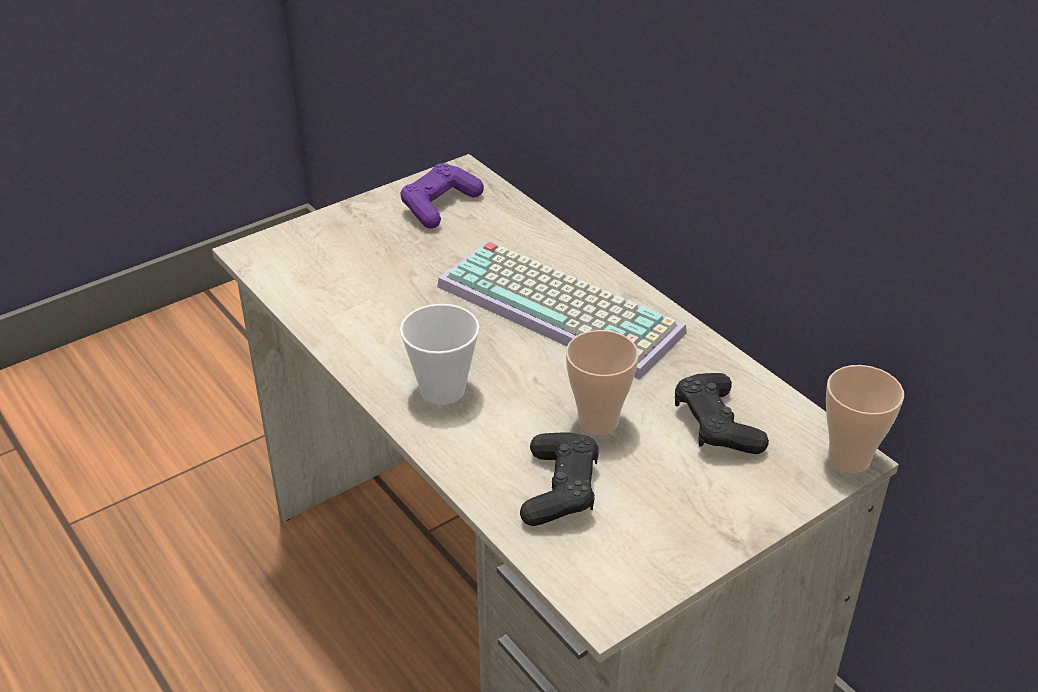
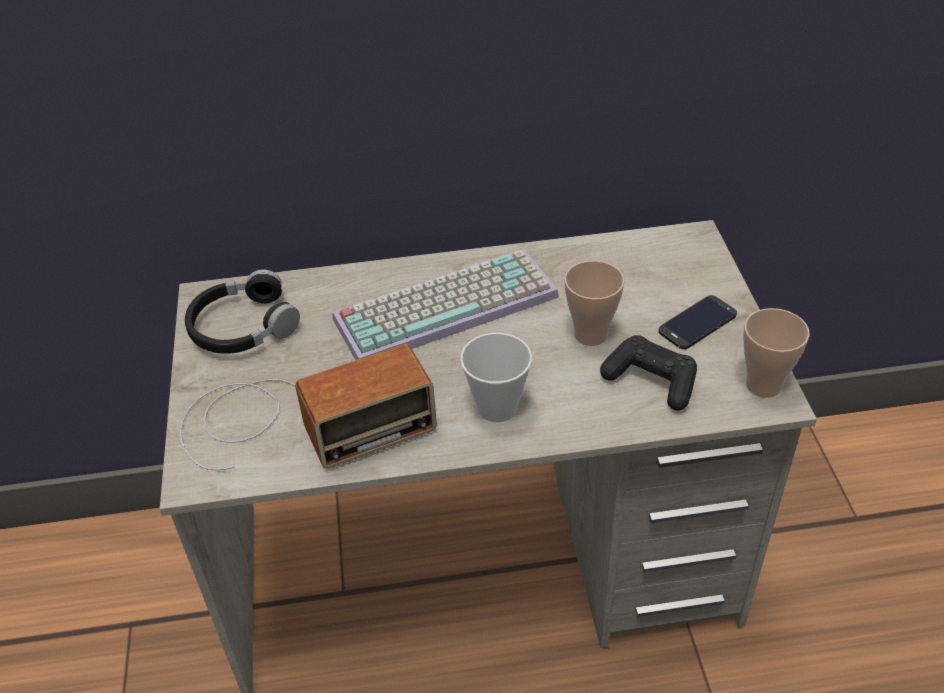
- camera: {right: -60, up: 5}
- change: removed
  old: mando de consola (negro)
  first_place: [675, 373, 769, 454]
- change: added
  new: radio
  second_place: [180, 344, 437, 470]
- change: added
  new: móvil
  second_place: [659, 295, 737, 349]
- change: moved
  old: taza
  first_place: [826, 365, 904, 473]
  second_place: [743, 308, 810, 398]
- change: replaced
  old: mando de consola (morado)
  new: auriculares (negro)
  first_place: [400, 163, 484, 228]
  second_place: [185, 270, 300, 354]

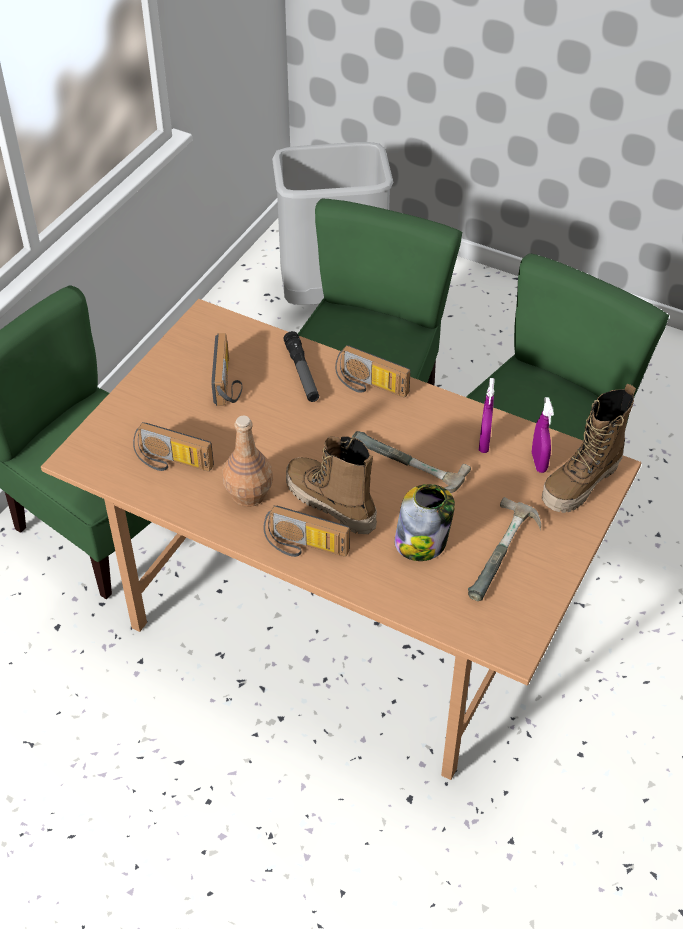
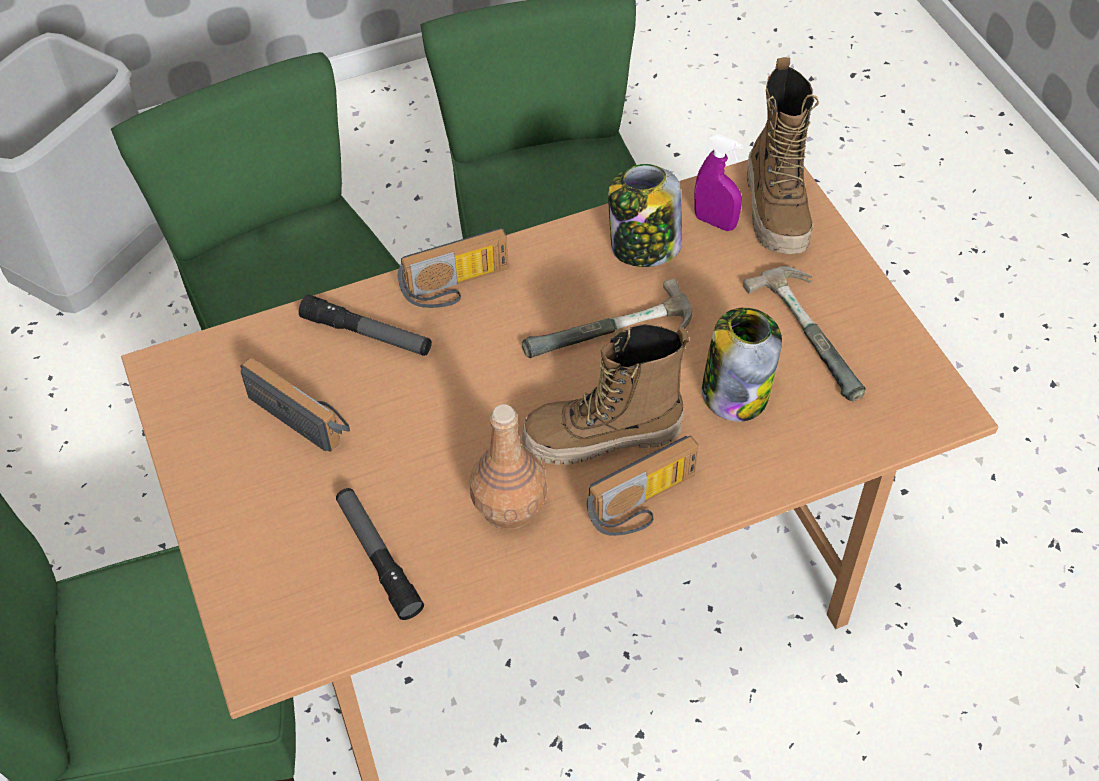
- camera: {right: -50, up: 5}
- change: replaced
  old: radio
  new: linterna
  first_place: [133, 422, 214, 471]
  second_place: [336, 488, 424, 620]
- change: replaced
  old: pulverizador (morado)
  new: tarro
  first_place: [479, 378, 495, 453]
  second_place: [608, 164, 682, 267]

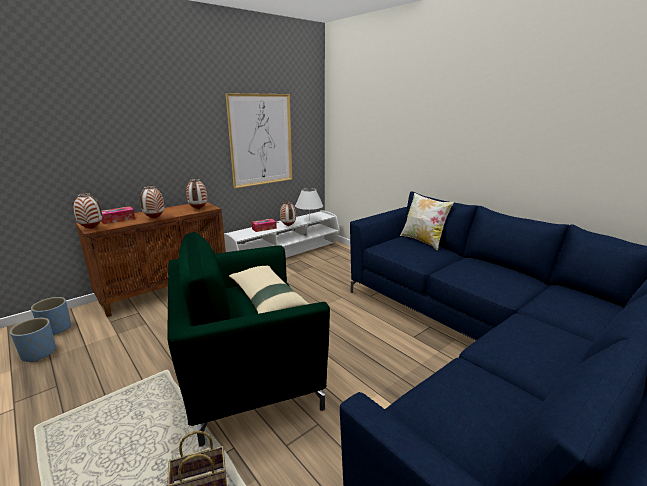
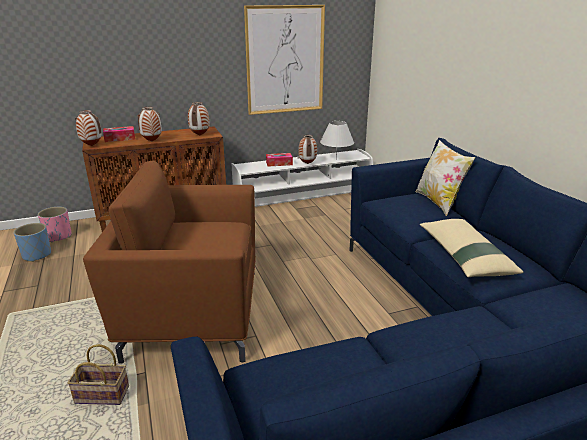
- camera: {right: 20, up: 5}
- change: moved
  old: cojín (beis)
  first_place: [229, 266, 309, 314]
  second_place: [420, 219, 523, 277]
- change: recoloured
  old: maceta (azul)
  new: maceta (rosa)
  first_place: [31, 297, 71, 335]
  second_place: [38, 207, 71, 242]
- change: recoloured
  old: sillón (verde)
  new: sillón (marrón)
  first_place: [167, 232, 330, 447]
  second_place: [83, 161, 256, 364]

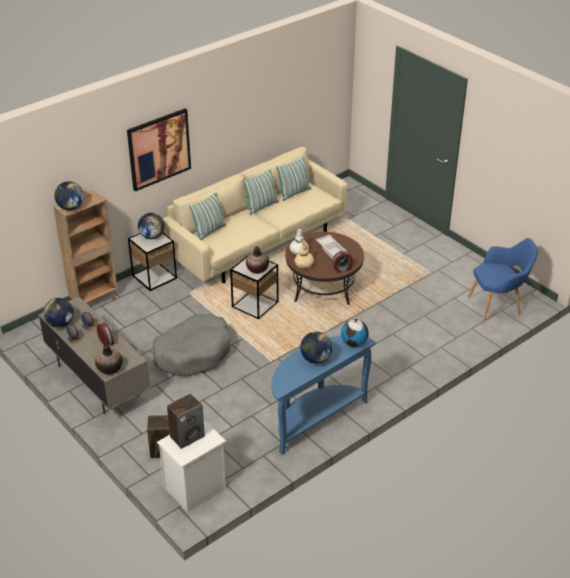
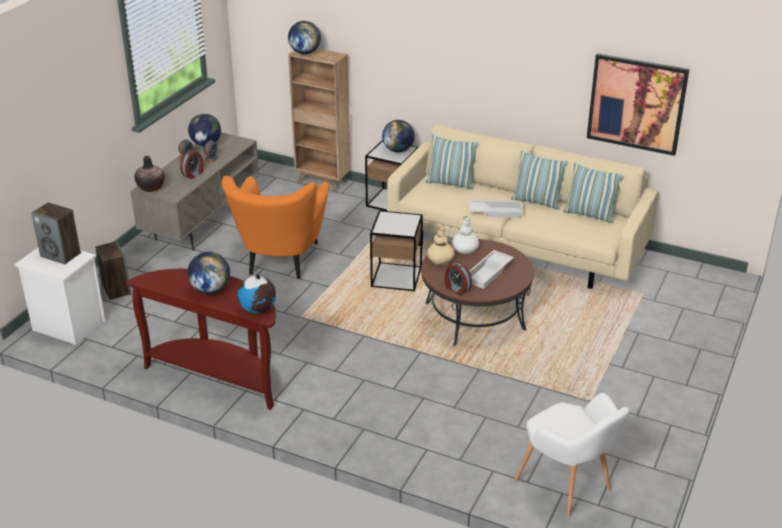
- camera: {right: 65, up: -5}
- change: removed
  old: florero
  first_place: [246, 246, 269, 274]
- change: added
  new: bandeja (blanco)
  second_place: [469, 200, 523, 218]
- change: moved
  old: cuadro
  first_place: [127, 108, 191, 192]
  second_place: [587, 53, 689, 156]
- change: replaced
  old: cama para perro (gris)
  new: sillón (naranja)
  first_place: [153, 314, 230, 376]
  second_place: [222, 176, 329, 279]
- change: recoloured
  old: mesa consola (azul)
  new: mesa consola (marrón)
  first_place: [271, 336, 376, 455]
  second_place: [126, 269, 276, 410]
- change: recoloured
  old: sillón (azul)
  new: sillón (blanco)
  first_place: [468, 238, 538, 323]
  second_place: [515, 393, 630, 516]

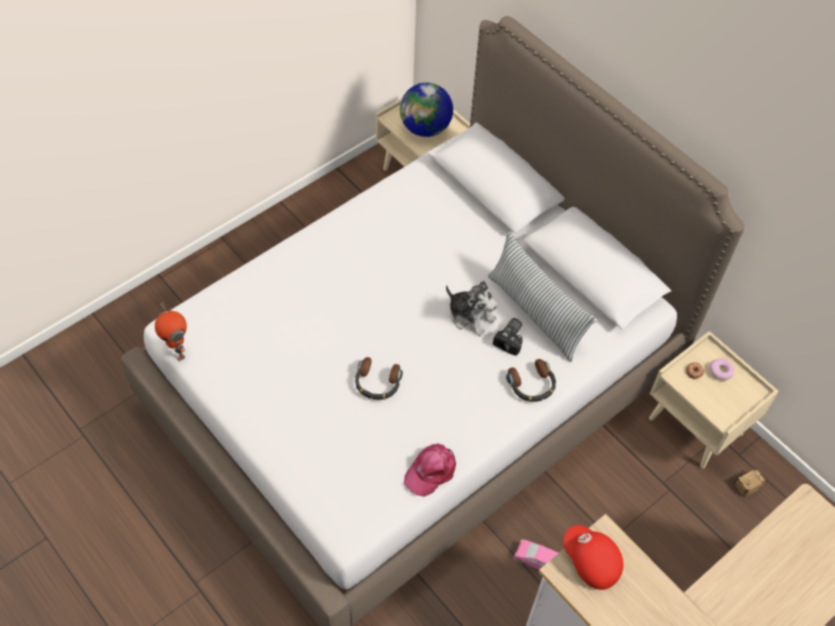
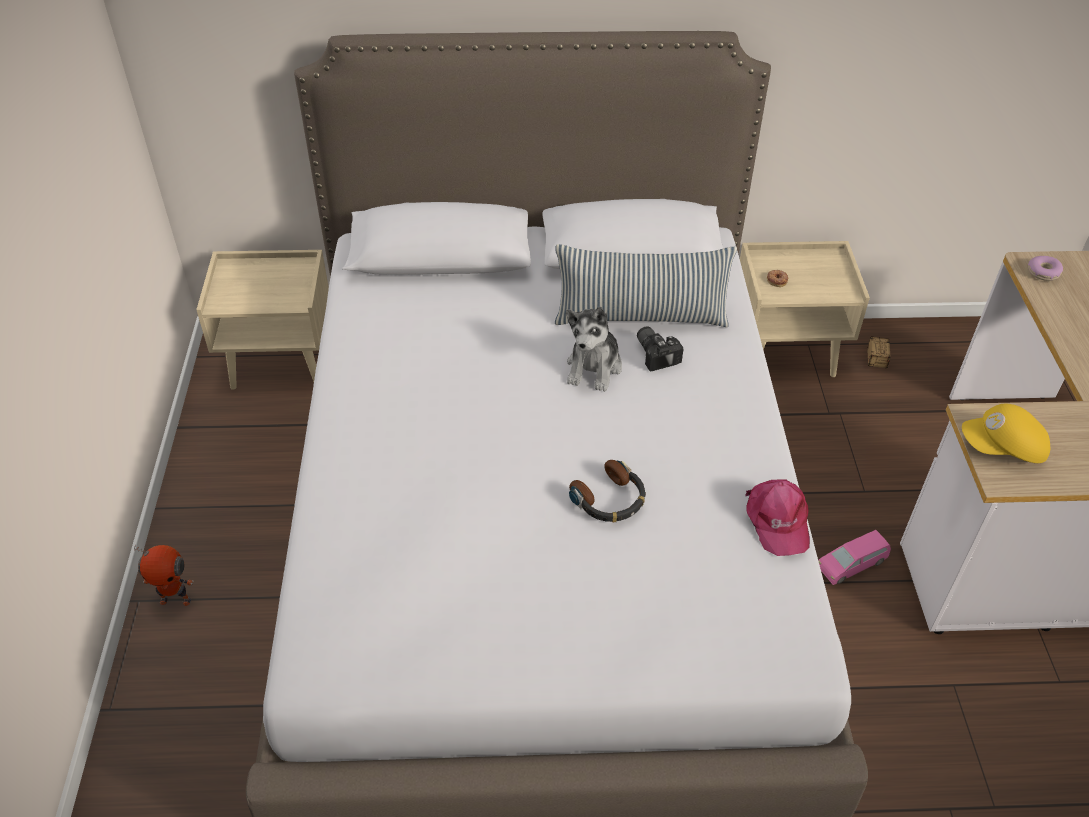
- camera: {right: -50, up: -10}
- change: removed
  old: globo terráqueo
  first_place: [400, 83, 453, 137]
- change: removed
  old: auriculares
  first_place: [506, 359, 556, 402]
- change: moved
  old: robot de juguete
  first_place: [155, 302, 187, 361]
  second_place: [134, 545, 194, 606]
- change: moved
  old: rosquilla
  first_place: [709, 359, 734, 381]
  second_place: [1028, 256, 1063, 281]
- change: recoloured
  old: gorra (rojo)
  new: gorra (amarillo)
  first_place: [563, 525, 623, 590]
  second_place: [962, 404, 1050, 463]
- change: turned
  old: peluche
  first_place: [446, 281, 497, 336]
  second_place: [566, 307, 622, 392]
  degrees: 120

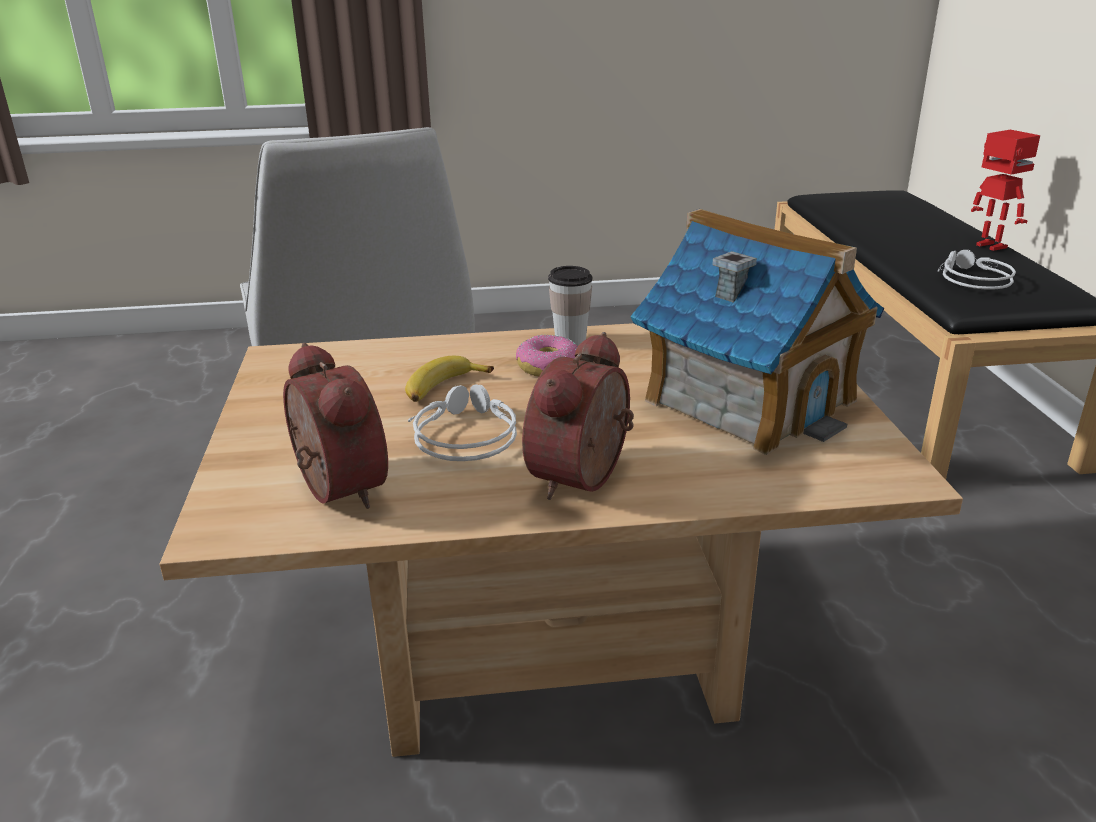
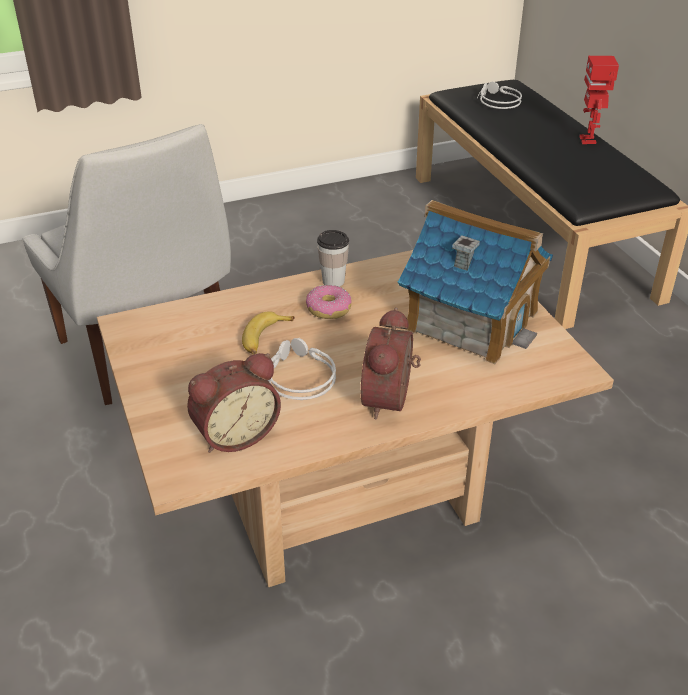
- camera: {right: -15, up: 10}
- change: moved
  old: auriculares (gris)
  first_place: [938, 250, 1016, 290]
  second_place: [477, 82, 522, 109]
- change: turned
  old: despertador
  first_place: [283, 343, 388, 509]
  second_place: [187, 353, 281, 453]
  degrees: 105
- change: turned
  old: robot de juguete
  first_place: [971, 130, 1041, 251]
  second_place: [579, 56, 619, 144]
  degrees: -135

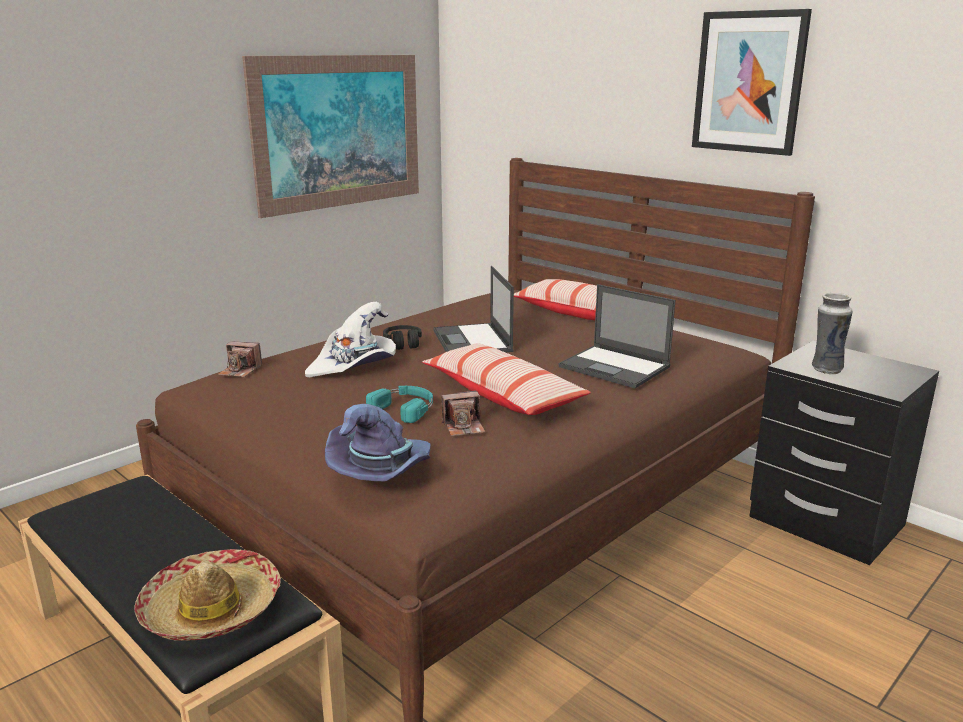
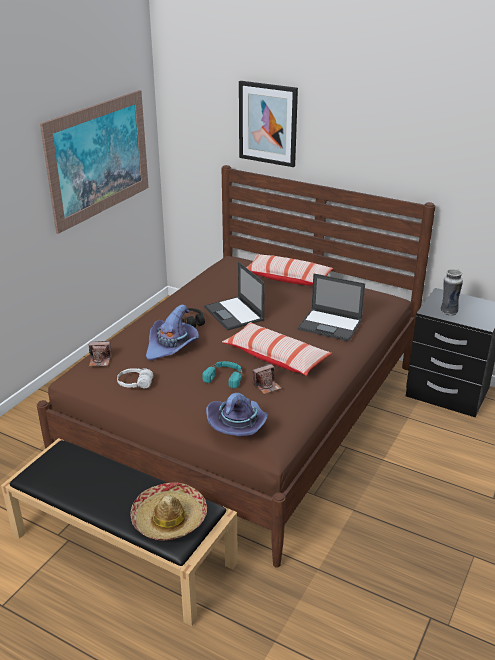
- camera: {right: -15, up: 10}
- change: added
  new: auriculares (blanco)
  second_place: [117, 368, 153, 388]
- change: moved
  old: cuadro
  first_place: [692, 9, 812, 156]
  second_place: [239, 81, 298, 167]
- change: recoloured
  old: sombrero (blanco)
  new: sombrero (morado)
  first_place: [305, 302, 396, 377]
  second_place: [146, 304, 199, 360]

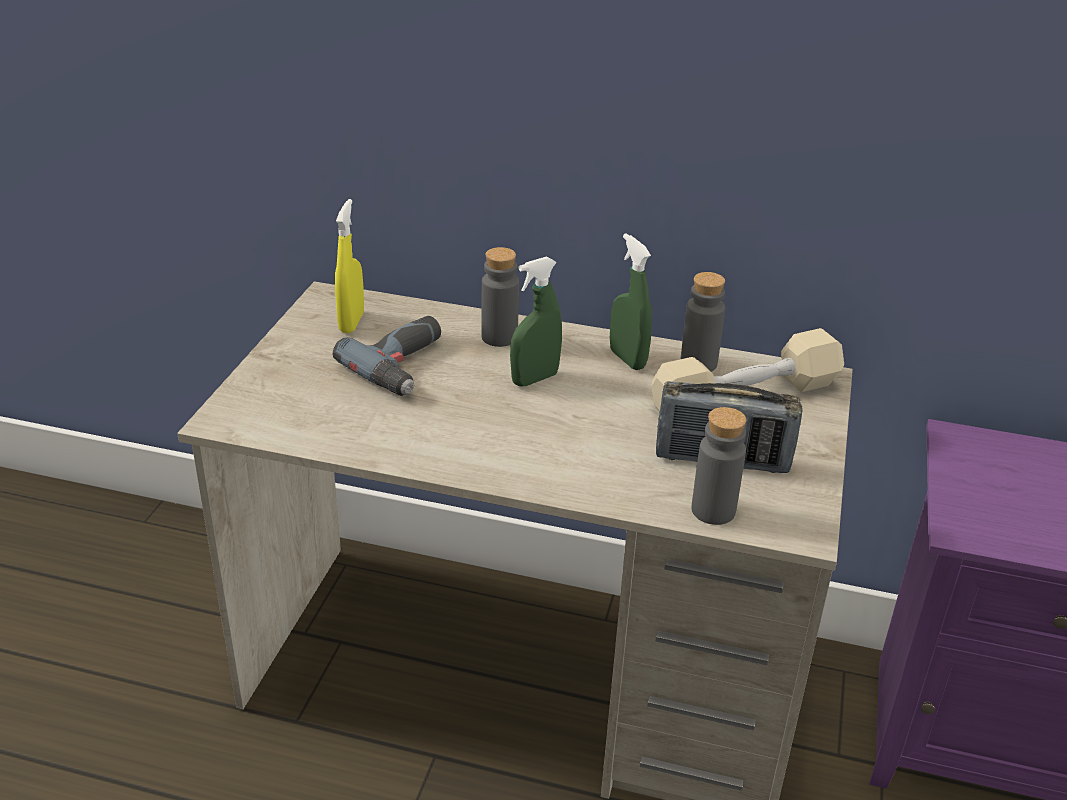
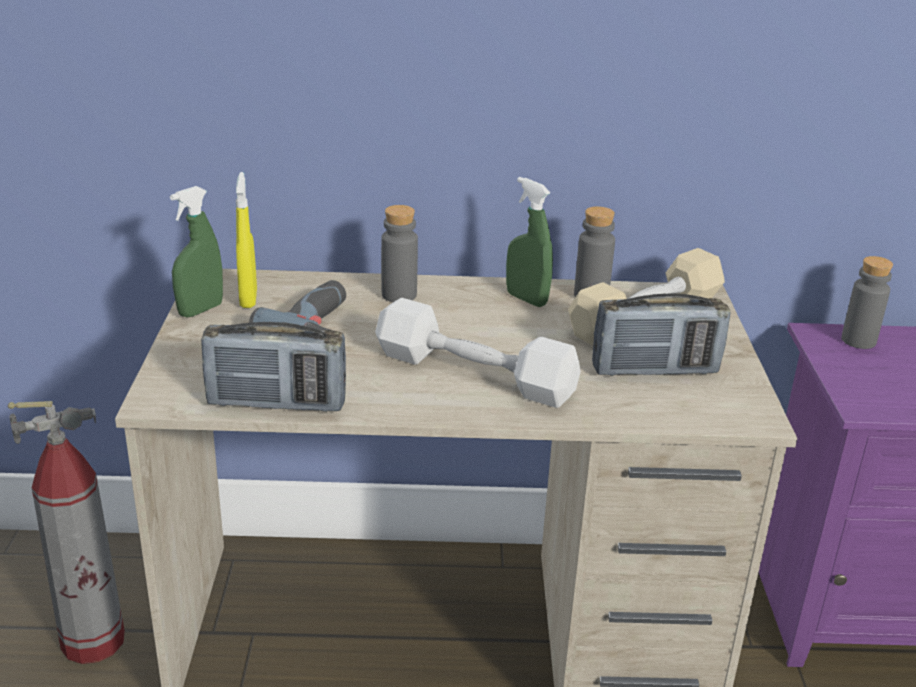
- camera: {right: -15, up: -5}
- change: added
  new: extintor
  second_place: [8, 401, 125, 664]
- change: added
  new: radio
  second_place: [201, 322, 346, 412]
- change: added
  new: mancuerna (blanco)
  second_place: [375, 298, 581, 408]
- change: moved
  old: pulverizador (verde)
  first_place: [510, 257, 562, 386]
  second_place: [170, 186, 223, 318]
- change: moved
  old: botella (gris)
  first_place: [691, 407, 746, 525]
  second_place: [841, 256, 893, 349]

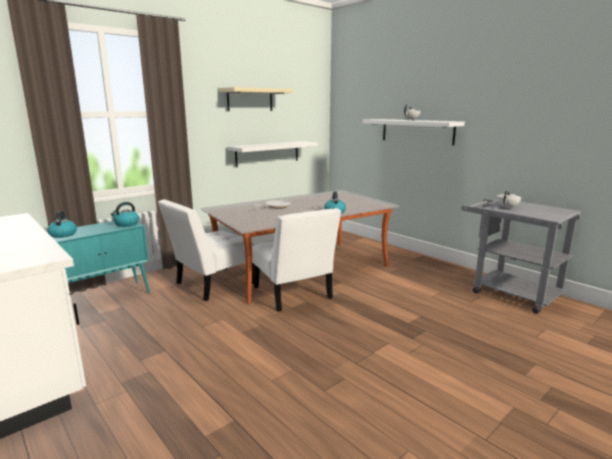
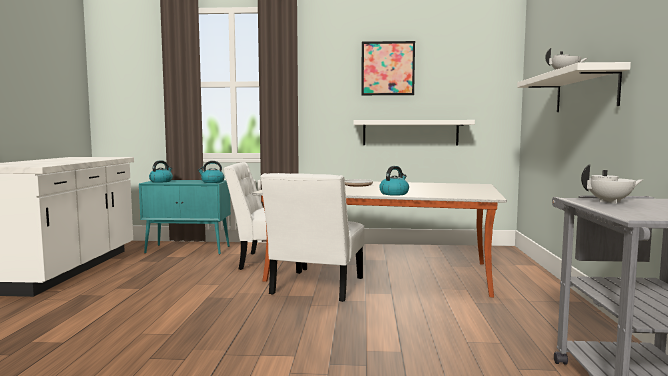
- camera: {right: 45, up: -10}
- change: replaced
  old: estante (beis)
  new: cuadro
  first_place: [219, 87, 294, 111]
  second_place: [361, 41, 415, 95]

